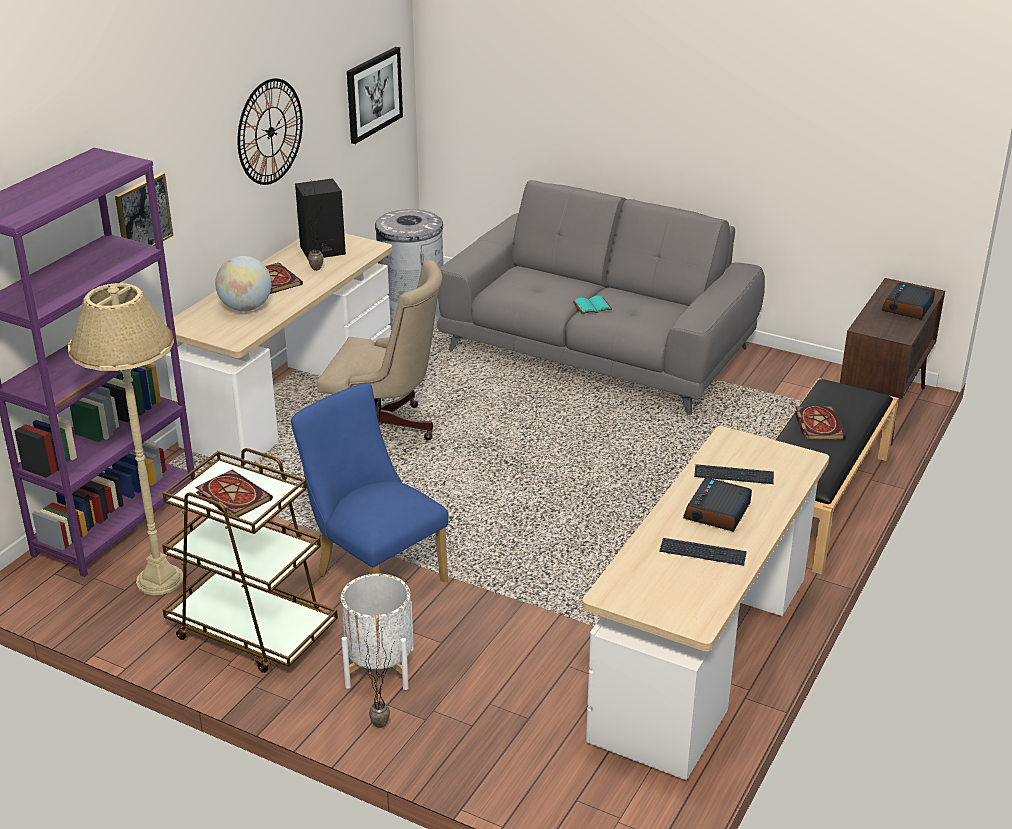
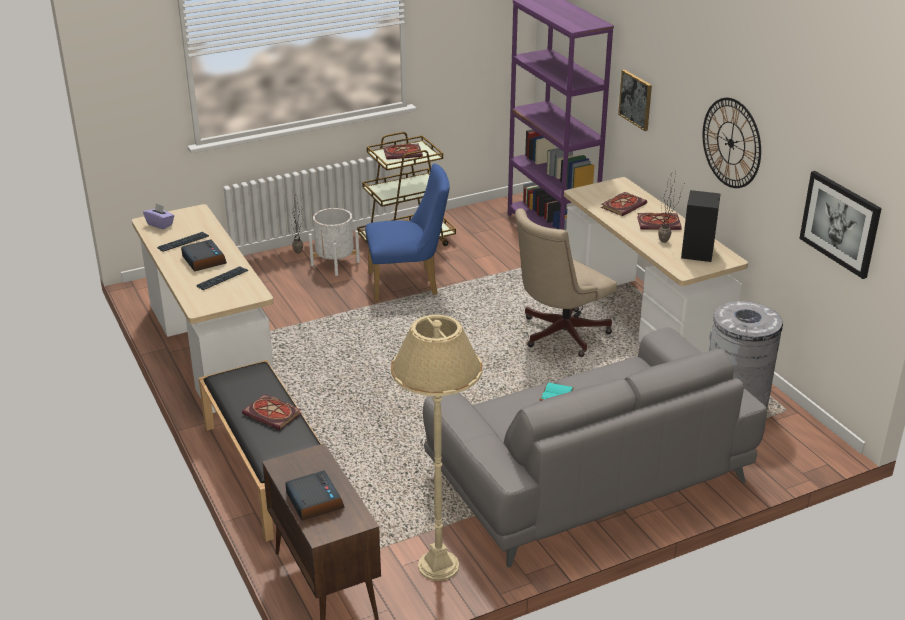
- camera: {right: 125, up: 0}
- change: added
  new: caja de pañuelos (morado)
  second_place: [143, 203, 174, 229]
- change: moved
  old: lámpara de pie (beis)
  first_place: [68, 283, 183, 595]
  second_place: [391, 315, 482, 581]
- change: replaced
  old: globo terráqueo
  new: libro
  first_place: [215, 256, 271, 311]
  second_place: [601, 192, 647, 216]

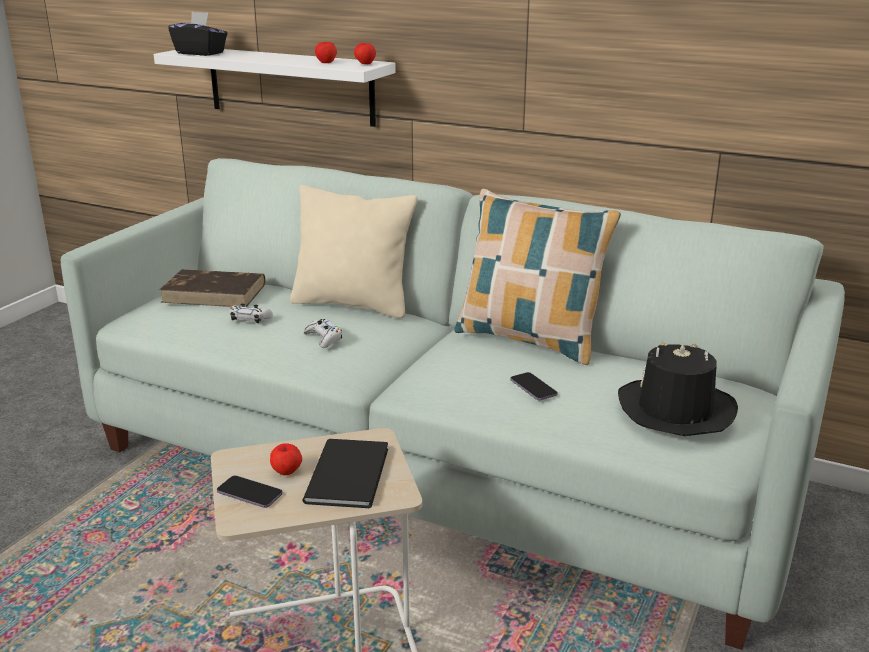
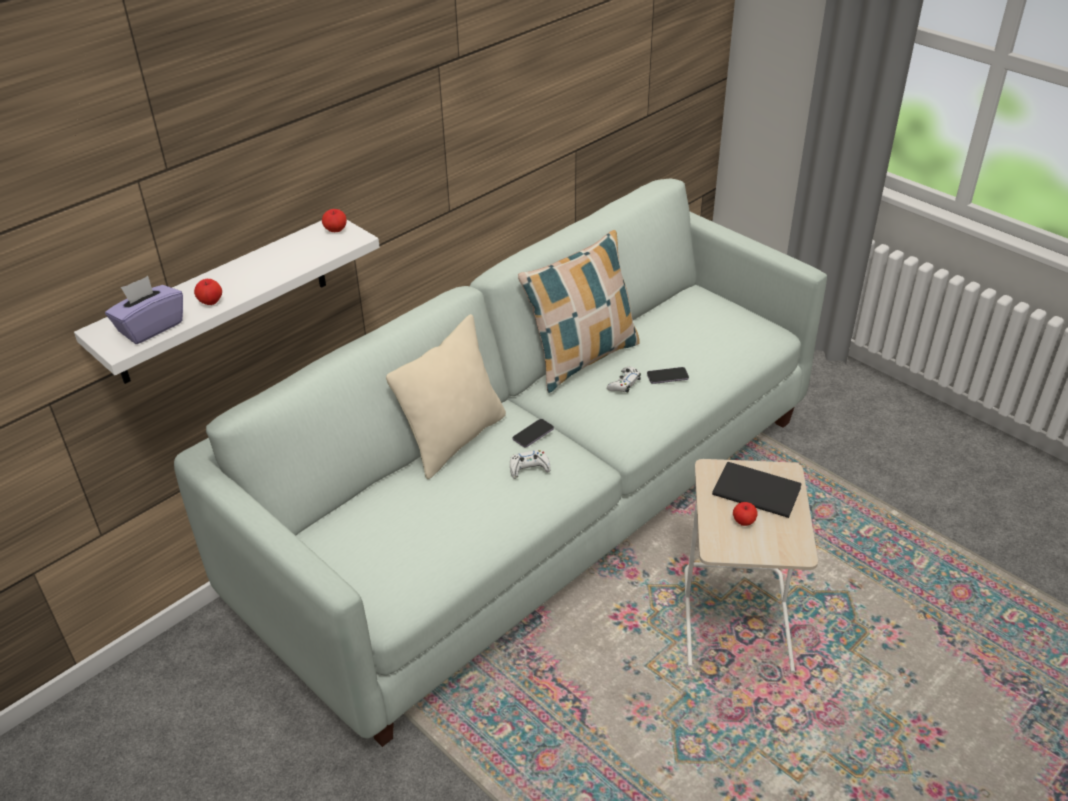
- camera: {right: -70, up: 15}
- change: removed
  old: libro (marrón)
  first_place: [159, 269, 265, 307]
- change: removed
  old: sombrero (negro)
  first_place: [618, 342, 738, 436]
- change: moved
  old: móvil
  first_place: [217, 476, 283, 508]
  second_place: [513, 419, 554, 448]
- change: moved
  old: mando de consola (blanco)
  first_place: [229, 303, 273, 323]
  second_place: [607, 367, 641, 393]
- change: moved
  old: manzana
  first_place: [315, 42, 337, 63]
  second_place: [194, 279, 222, 305]
- change: recoloured
  old: caja de pañuelos (negro)
  new: caja de pañuelos (morado)
  first_place: [168, 12, 228, 56]
  second_place: [105, 276, 183, 344]

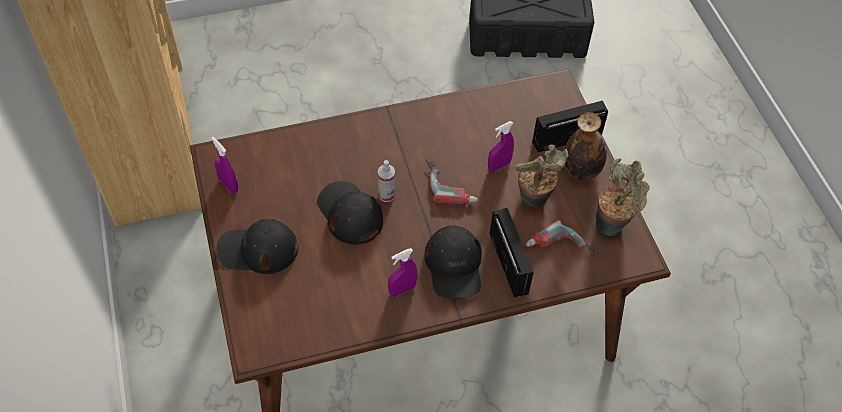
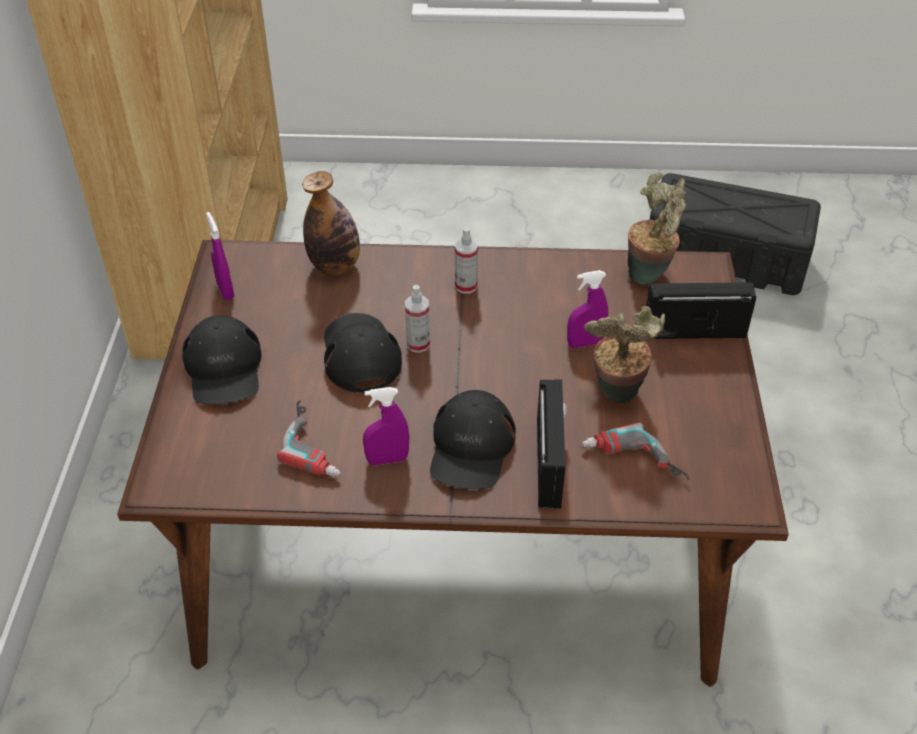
- camera: {right: 20, up: -10}
- change: added
  new: pulverizador
  second_place: [455, 227, 478, 293]
- change: moved
  old: taladro
  first_place: [426, 158, 478, 204]
  second_place: [277, 400, 341, 477]
- change: moved
  old: botella
  first_place: [565, 112, 607, 180]
  second_place: [302, 171, 360, 275]
- change: moved
  old: planta en maceta
  first_place: [596, 158, 650, 236]
  second_place: [628, 173, 686, 285]
- change: turned
  old: gorra (negro)
  first_place: [217, 219, 298, 274]
  second_place: [182, 315, 261, 405]
  degrees: -120

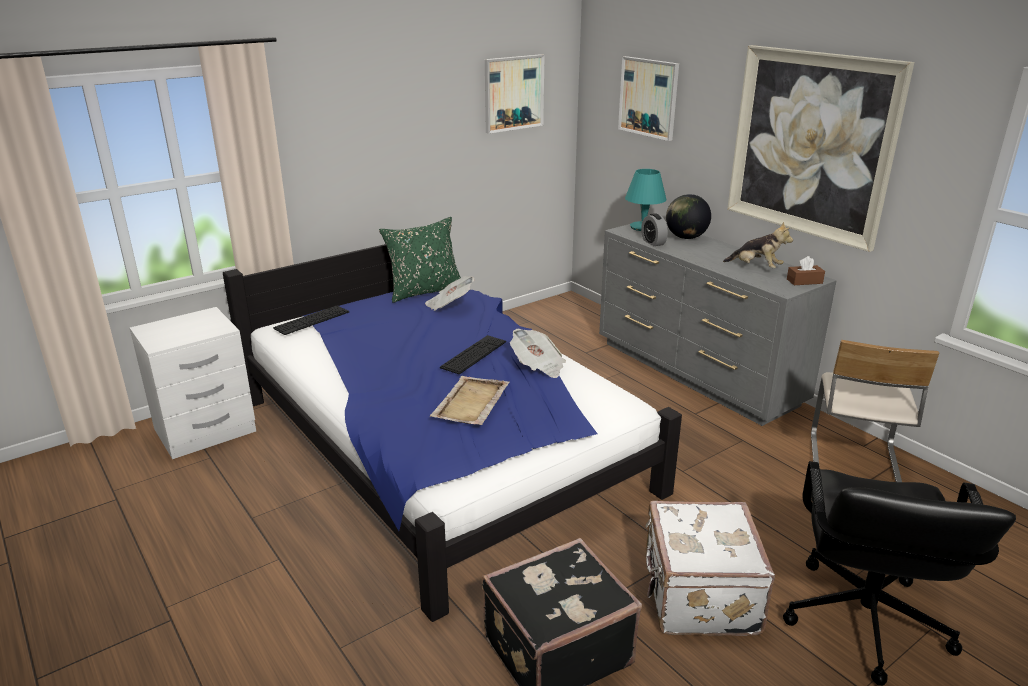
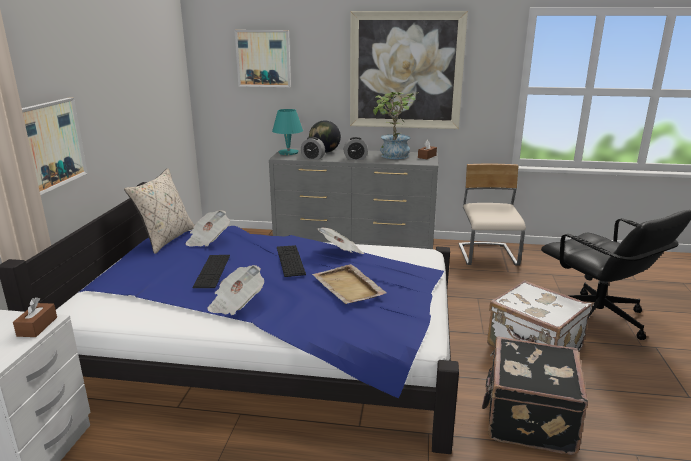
- camera: {right: -45, up: -5}
- change: added
  new: caja de pañuelos (marrón)
  second_place: [13, 297, 57, 337]
- change: added
  new: periódico
  second_place: [207, 265, 264, 315]
- change: added
  new: despertador
  second_place: [344, 137, 368, 160]
- change: moved
  old: teclado
  first_place: [273, 305, 349, 335]
  second_place: [192, 255, 230, 288]
- change: moved
  old: cuadro
  first_place: [485, 54, 545, 134]
  second_place: [22, 98, 88, 195]
- change: replaced
  old: peluche
  new: planta en maceta
  first_place: [723, 222, 793, 268]
  second_place: [373, 92, 416, 159]
- change: recoloured
  old: cojín (verde)
  new: cojín (beis)
  first_place: [379, 217, 461, 303]
  second_place: [124, 168, 194, 254]
- change: turned
  old: silla (beis)
  first_place: [811, 340, 939, 482]
  second_place: [458, 164, 526, 266]
  degrees: -150

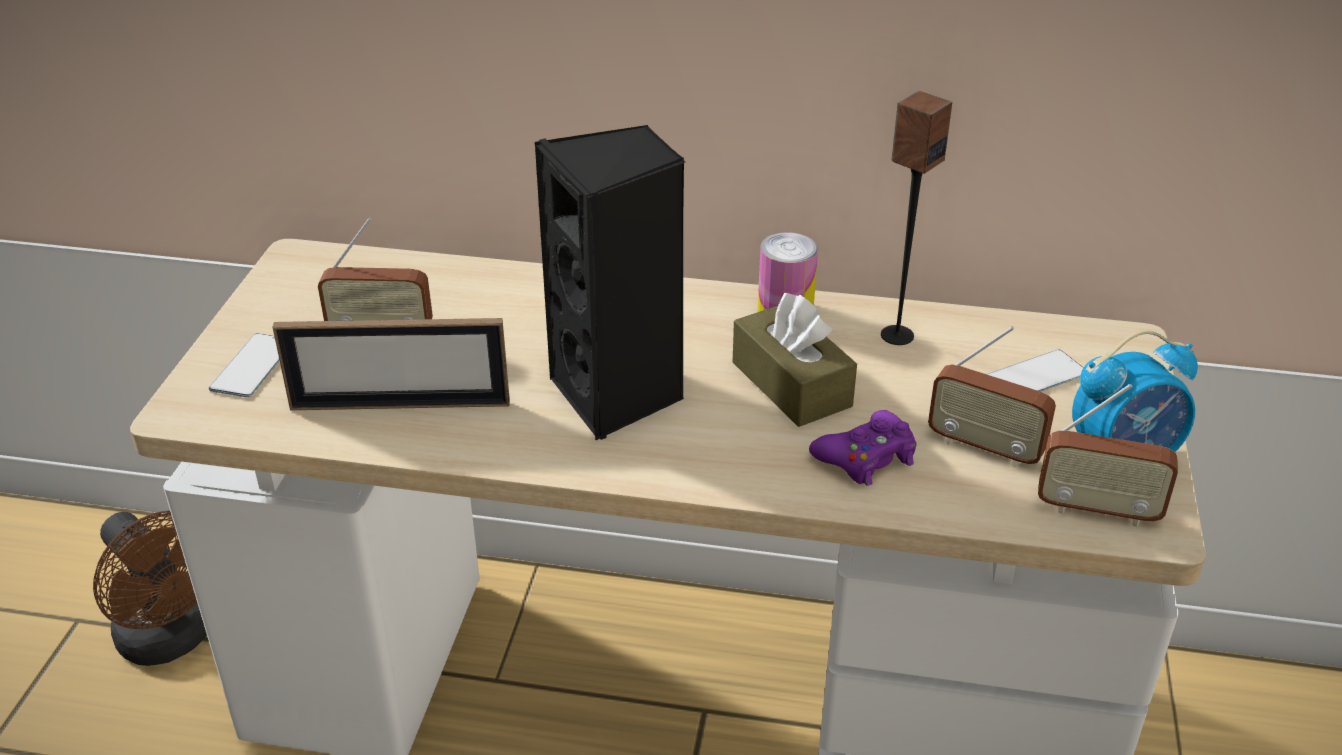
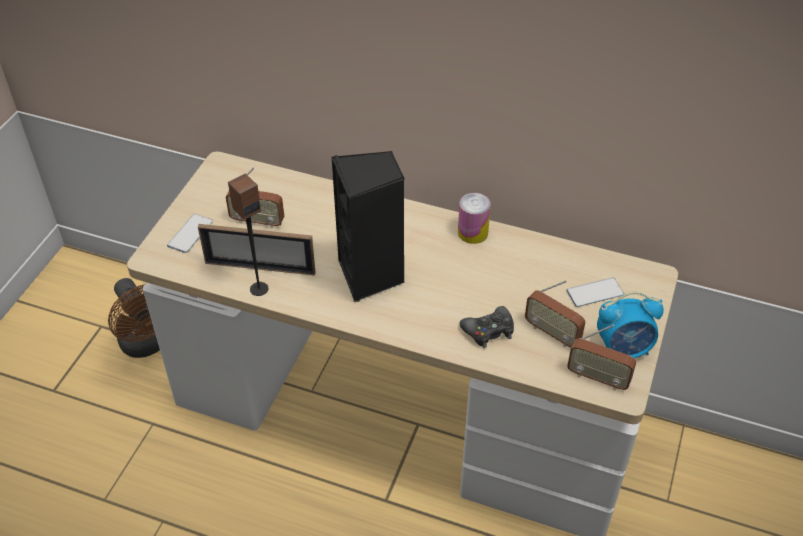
- camera: {right: 10, up: 10}
- change: removed
  old: caja de pañuelos (marrón)
  first_place: [733, 293, 857, 427]
- change: moved
  old: altavoz
  first_place: [881, 91, 952, 345]
  second_place: [228, 174, 269, 296]
- change: recoloured
  old: mando de consola (morado)
  new: mando de consola (negro)
  first_place: [809, 410, 916, 486]
  second_place: [459, 306, 514, 348]

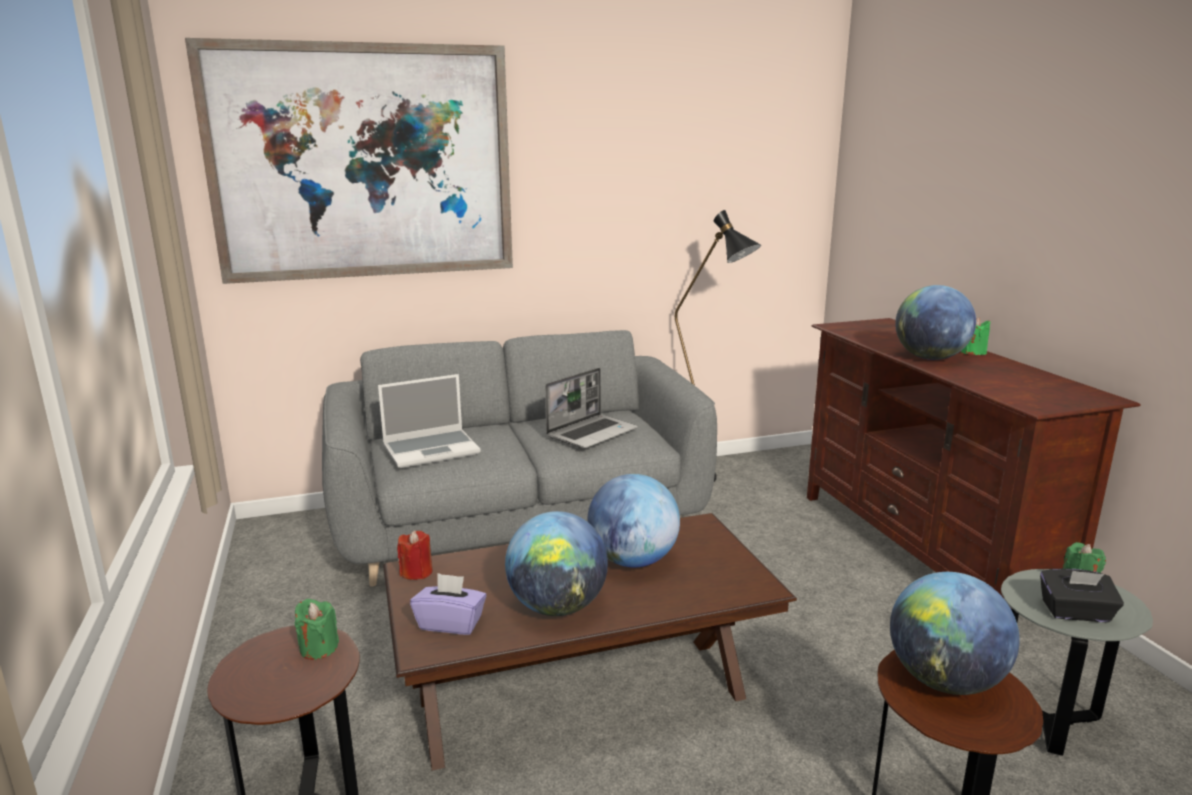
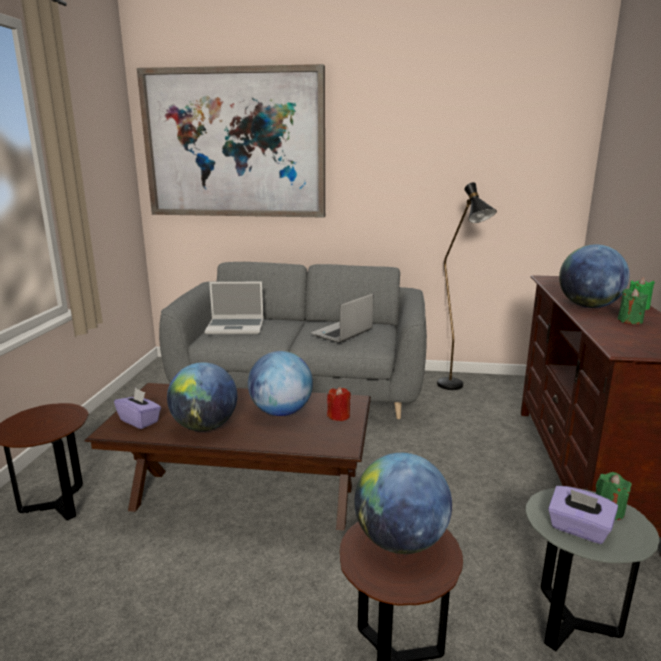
- camera: {right: 25, up: 0}
- change: moved
  old: vela (verde)
  first_place: [295, 599, 339, 660]
  second_place: [618, 289, 648, 324]
- change: moved
  old: vela (rojo)
  first_place: [397, 531, 433, 580]
  second_place: [327, 387, 351, 421]
- change: recoloured
  old: caja de pañuelos (negro)
  new: caja de pañuelos (morado)
  first_place: [1040, 569, 1124, 622]
  second_place: [548, 486, 618, 544]
- change: turned
  old: portátil
  first_place: [545, 368, 638, 449]
  second_place: [311, 293, 373, 343]
  degrees: 150

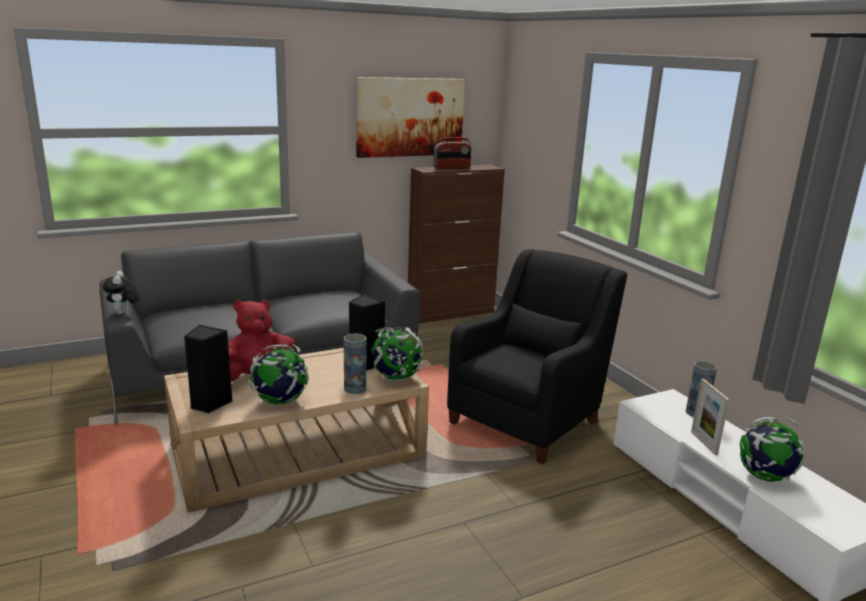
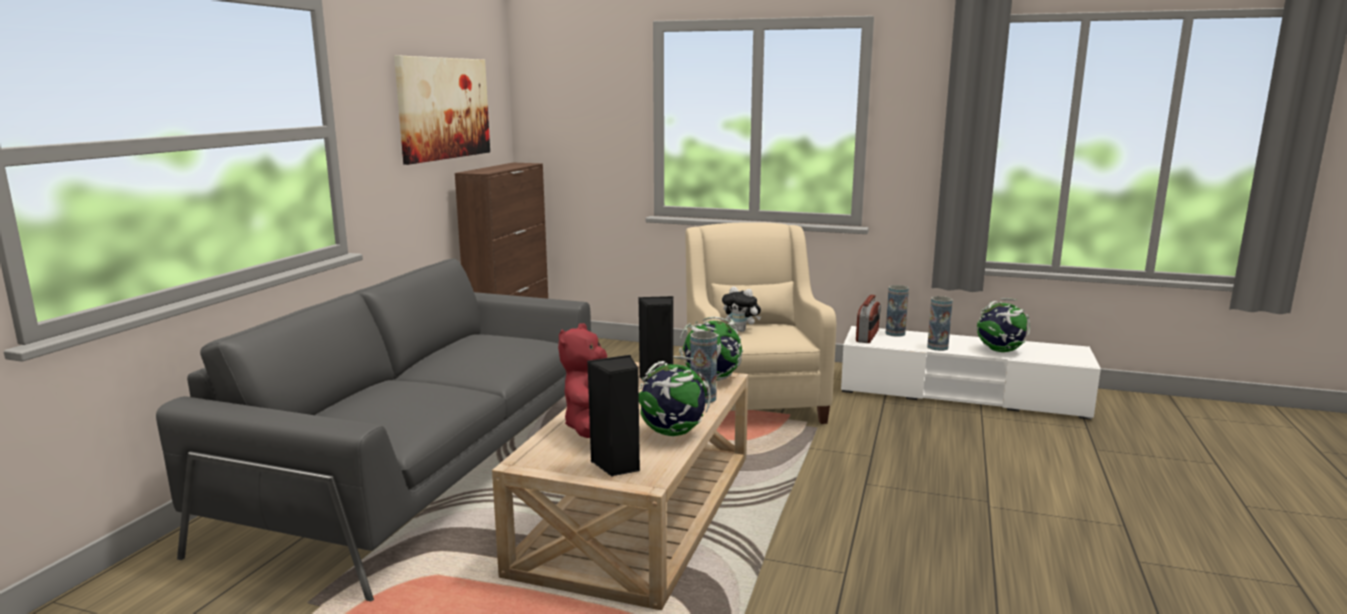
- camera: {right: -45, up: -5}
- change: moved
  old: peluche
  first_place: [103, 271, 139, 315]
  second_place: [722, 287, 761, 332]
- change: moved
  old: radio
  first_place: [434, 137, 472, 169]
  second_place: [856, 294, 881, 343]
- change: replaced
  old: portarretratos
  new: florero
  first_place: [691, 379, 730, 455]
  second_place: [927, 296, 953, 351]
- change: recoloured
  old: sillón (negro)
  new: sillón (beis)
  first_place: [447, 249, 627, 464]
  second_place: [685, 222, 836, 424]

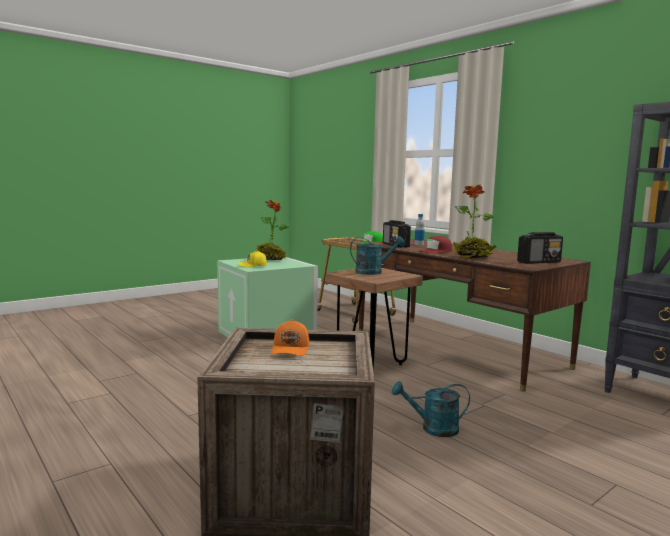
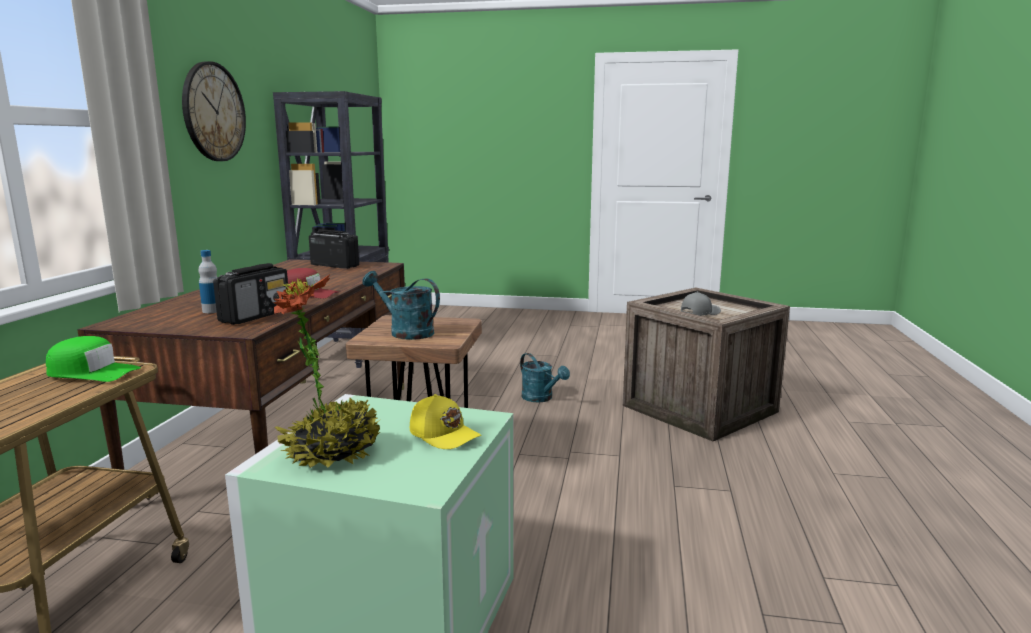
- camera: {right: -130, up: 5}
- change: removed
  old: planta en maceta
  first_place: [452, 184, 496, 258]
- change: added
  new: reloj de pared
  second_place: [182, 61, 246, 161]
- change: recoloured
  old: gorra (naranja)
  new: gorra (gris)
  first_place: [271, 320, 309, 356]
  second_place: [681, 291, 721, 316]

